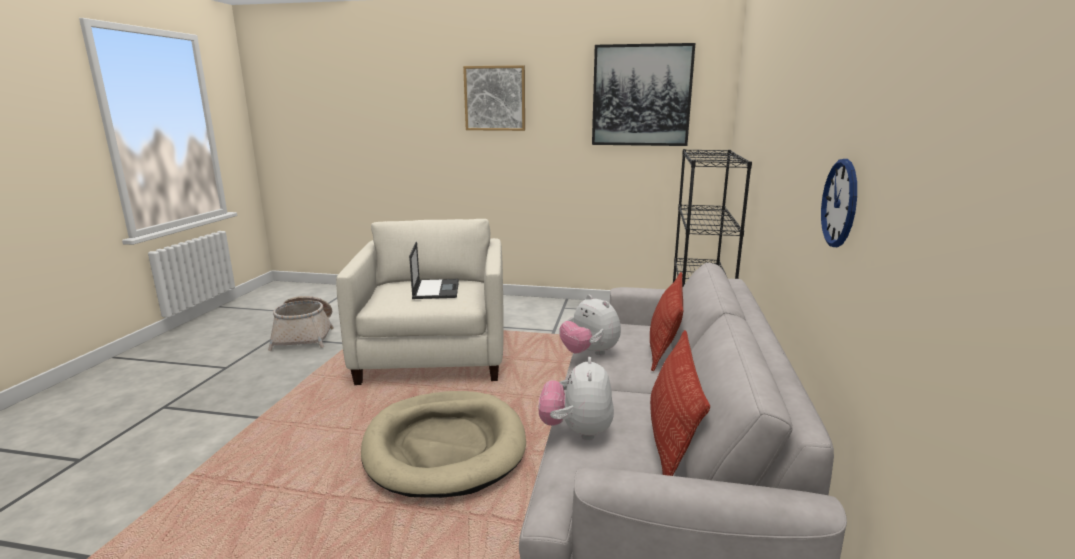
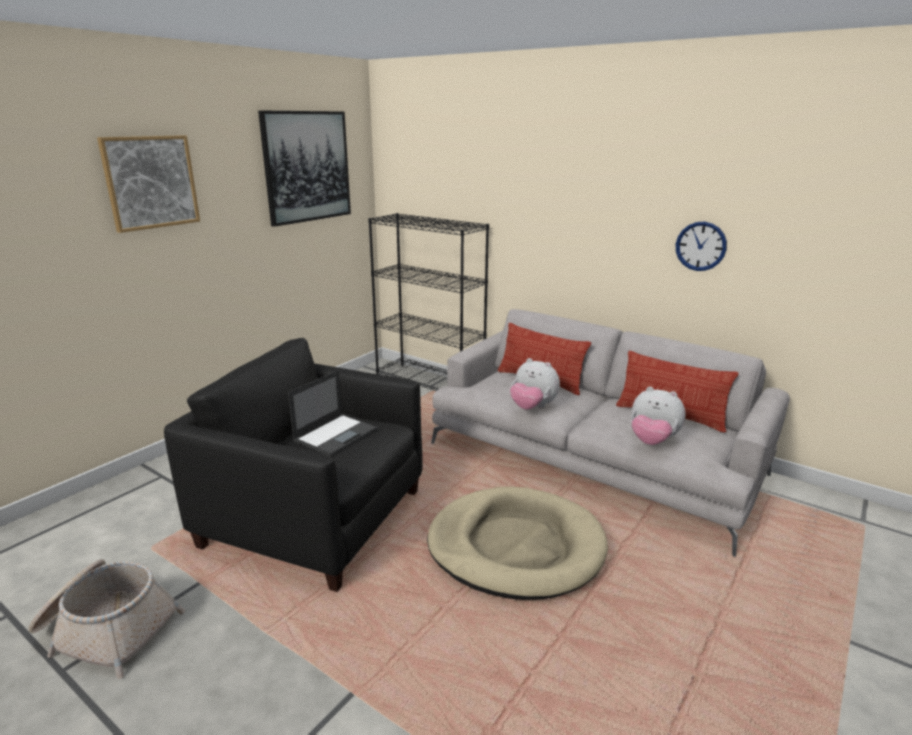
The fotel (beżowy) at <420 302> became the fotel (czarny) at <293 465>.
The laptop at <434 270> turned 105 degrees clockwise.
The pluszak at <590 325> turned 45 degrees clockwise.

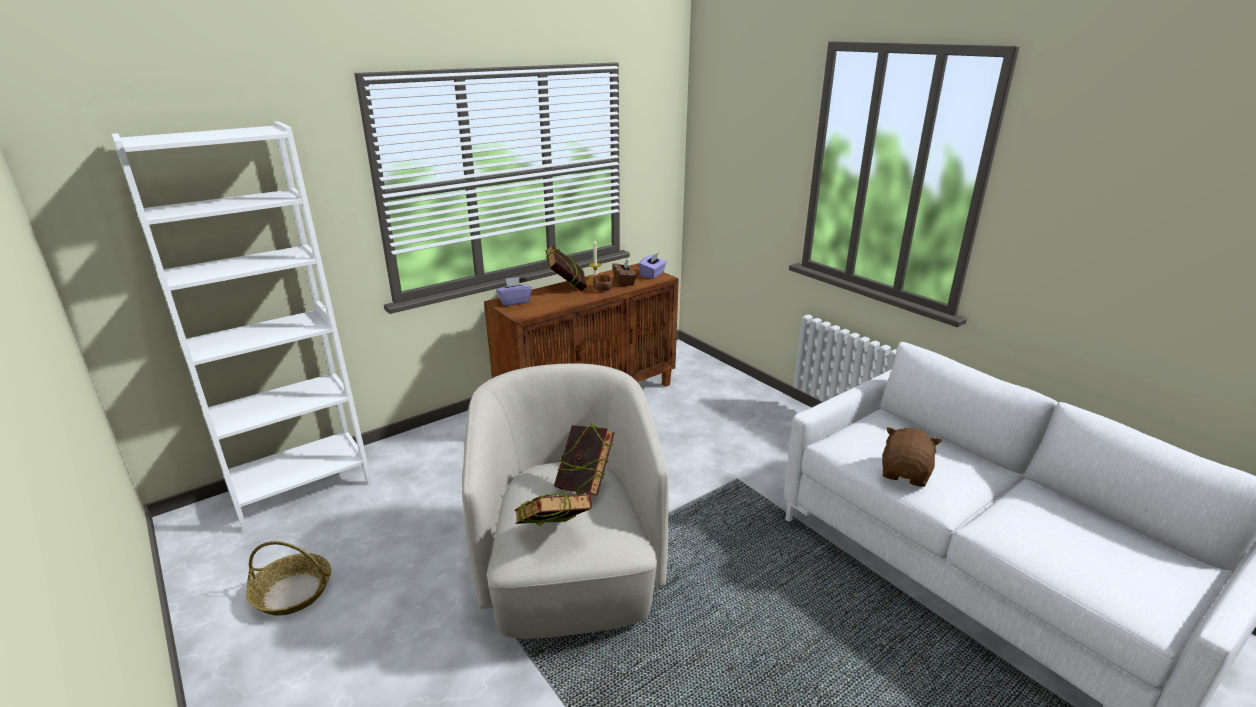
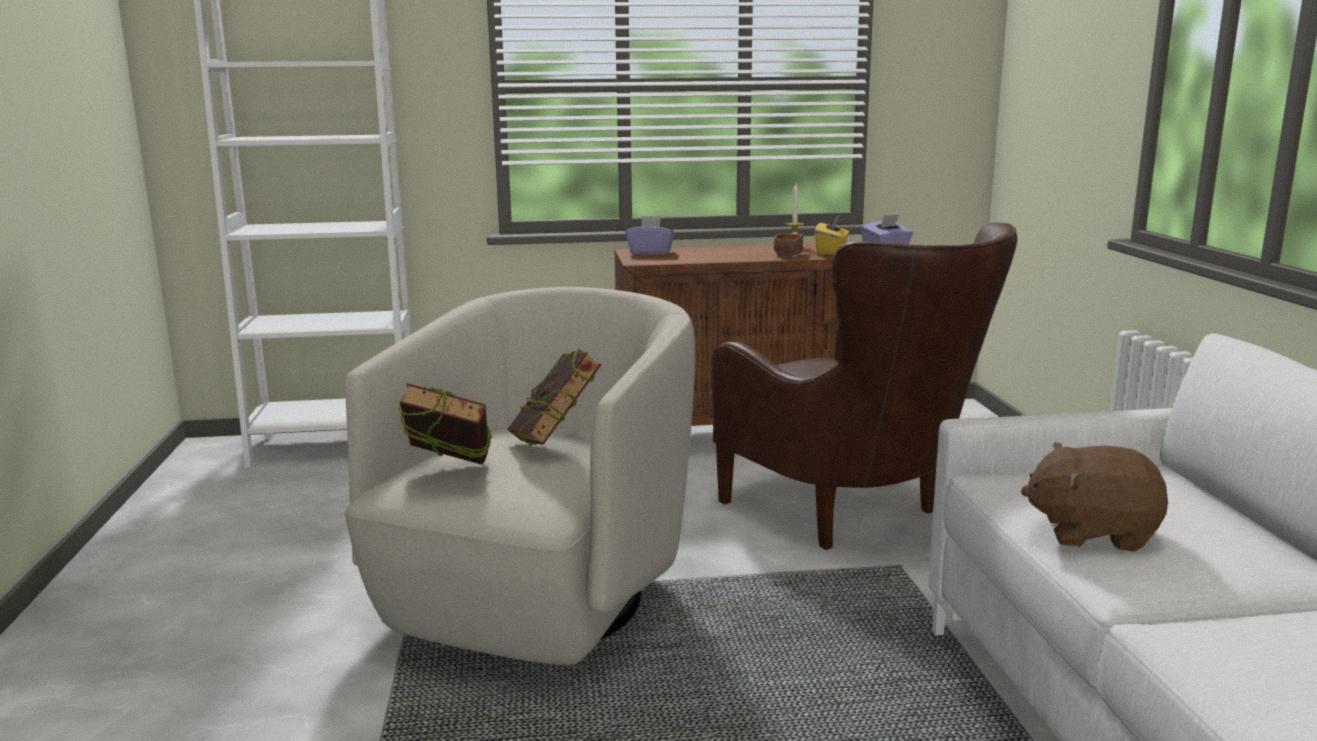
The koszyk at <288 578> disappeared.
The książka at <566 268> disappeared.
The pudełko chusteczek (brązowy) at <624 272> became the pudełko chusteczek (żółty) at <832 235>.
The pluszak (brązowy) at <912 457> turned 135 degrees counterclockwise.
The fotel (brązowy) at <864 386> appeared.

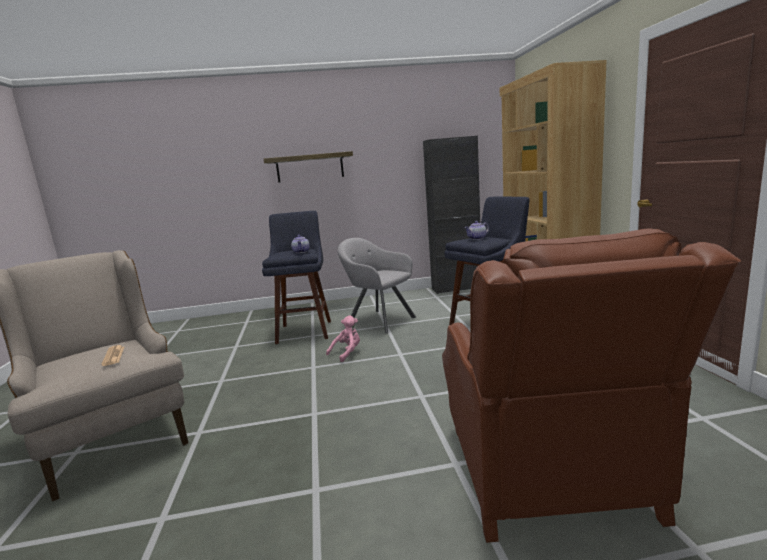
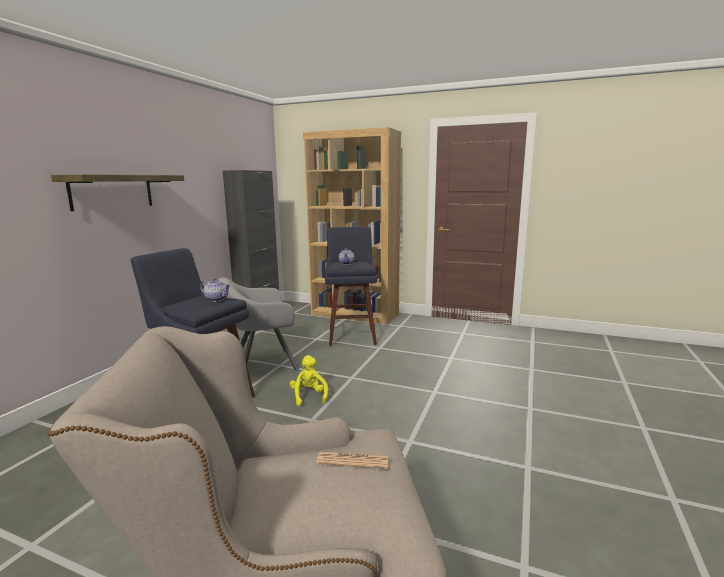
The pluszak (różowy) at <343 338> became the pluszak (żółty) at <309 380>.
The fotel (brązowy) at <591 385> disappeared.

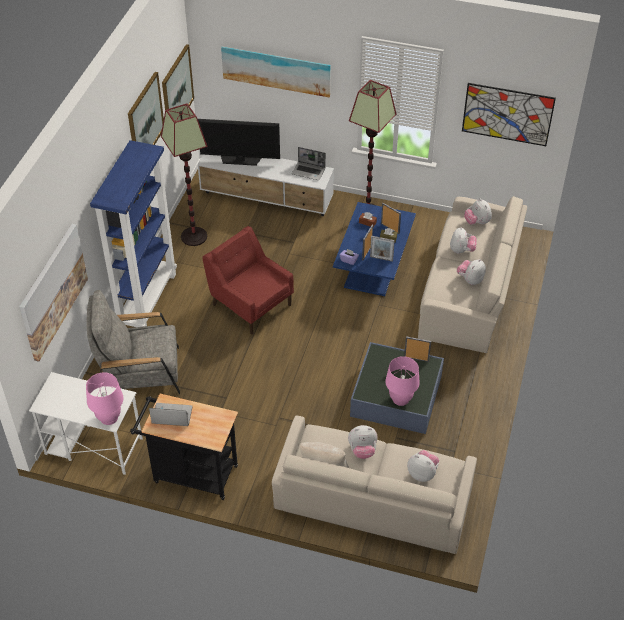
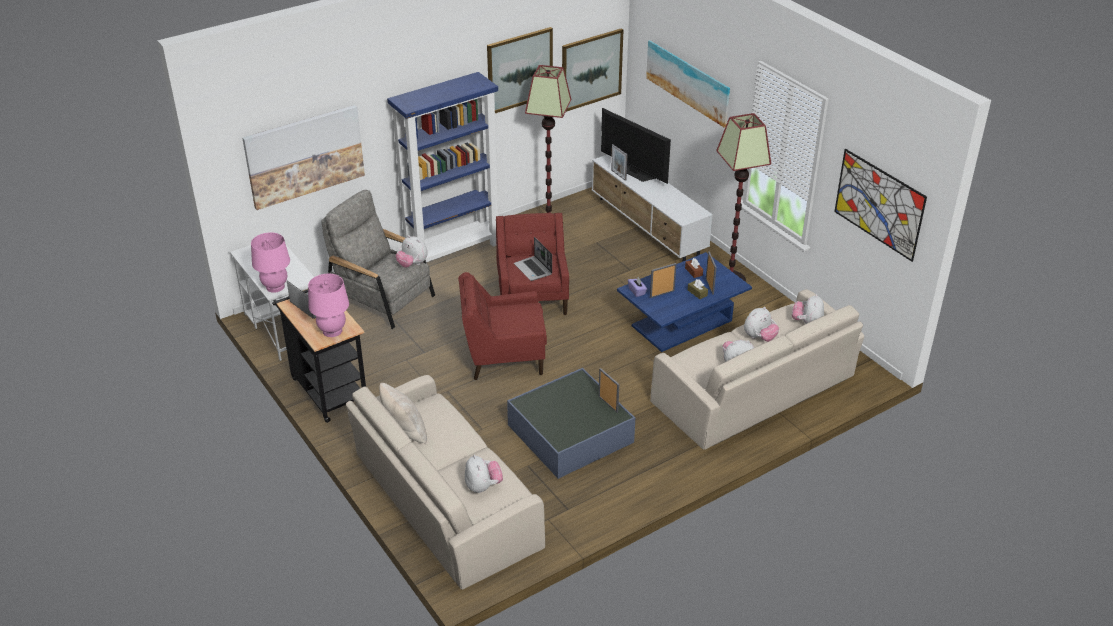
The laptop moved from <309 163> to <533 259>.
The pluszak moved from <362 442> to <412 251>.
The ramka na zdjęcie moved from <382 249> to <619 162>.
The lampa stołowa (różowy) moved from <402 381> to <328 305>.
The fotel (czerwony) at <502 326> appeared.

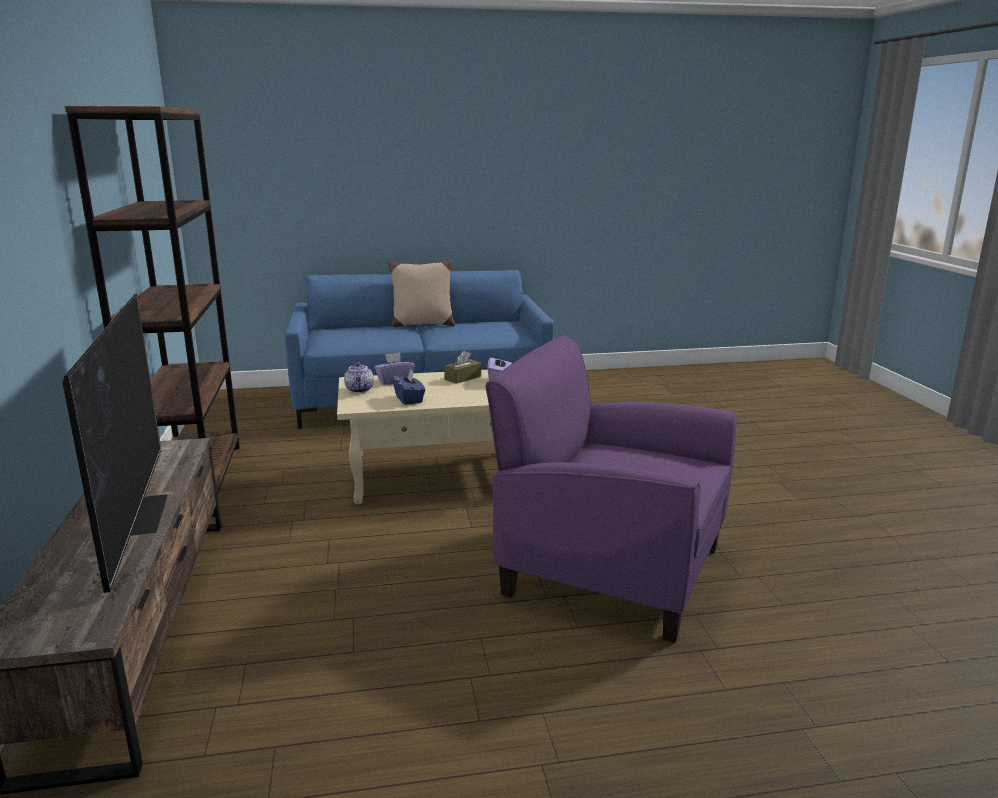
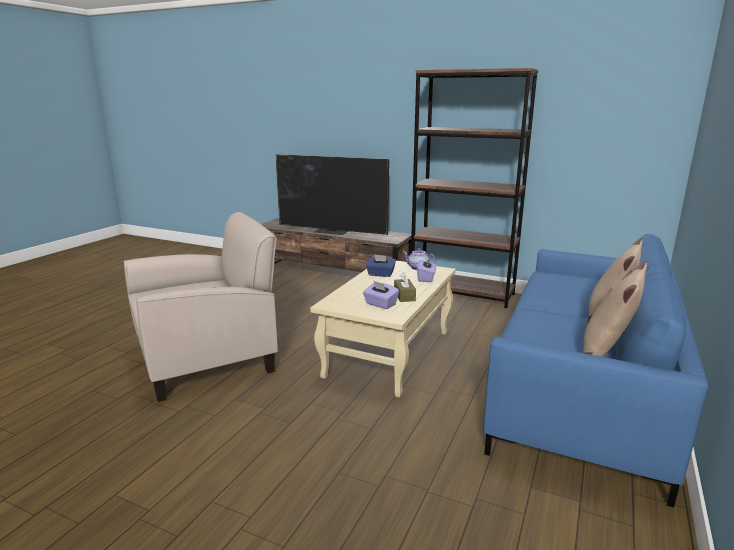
The fotel (fioletowy) at <612 489> became the fotel (beżowy) at <200 307>.
The poduszka (beżowy) at <615 309> appeared.

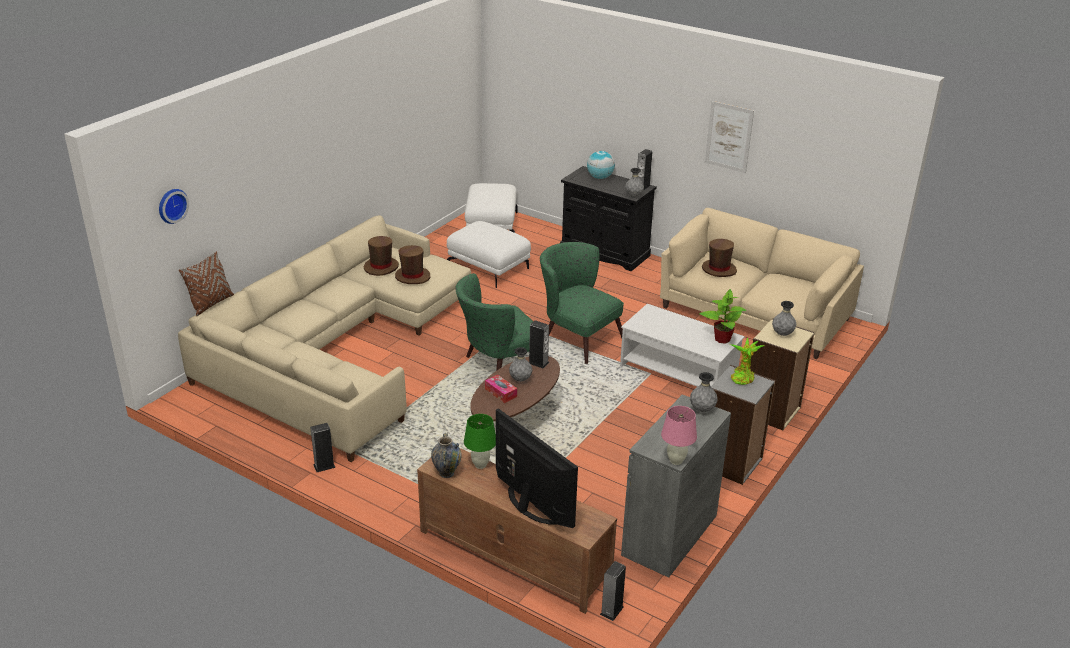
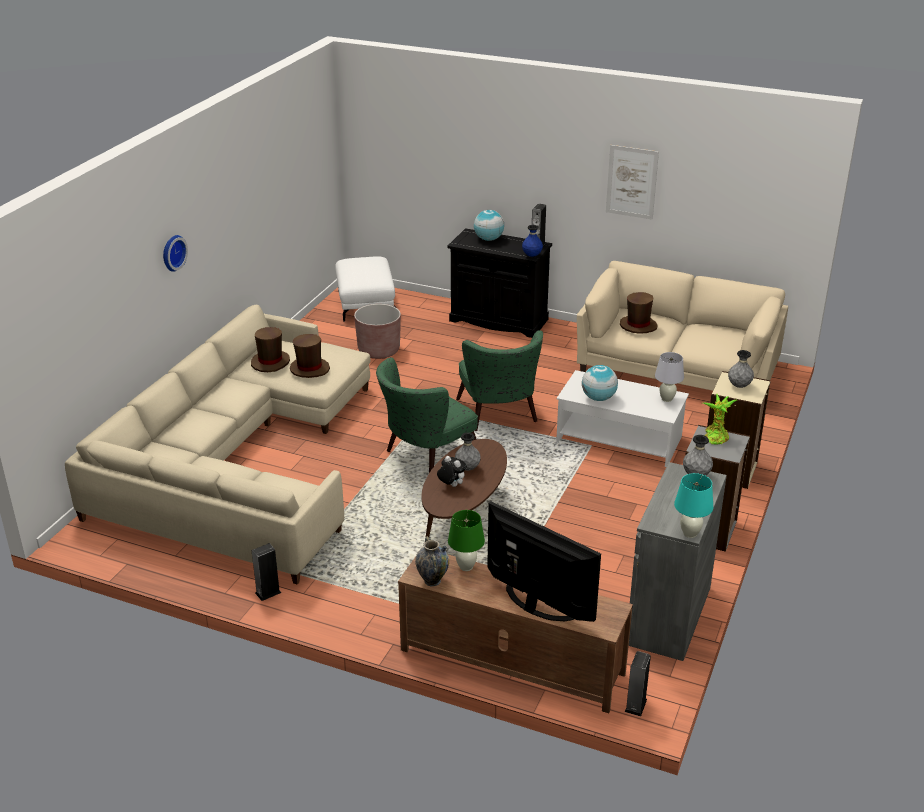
The zegar ścienny moved from <174 206> to <175 253>.
The poduszka (brązowy) at <206 283> disappeared.
The pufa (biały) at <489 254> was replaced by the donica (brązowy) at <377 331>.
The pudełko chusteczek at <501 388> was replaced by the pluszak at <452 471>.
The głośnik at <539 344> disappeared.
The fotel (zielony) at <582 303> turned 135 degrees counterclockwise.
The wazon (szary) at <634 182> became the wazon (niebieski) at <532 241>.
The lampa stołowa (różowy) at <679 435> became the lampa stołowa (turkusowy) at <693 505>.
The roślina doniczkowa at <722 316> was replaced by the lampa stołowa (biały) at <669 377>.
The globus at <600 383> appeared.

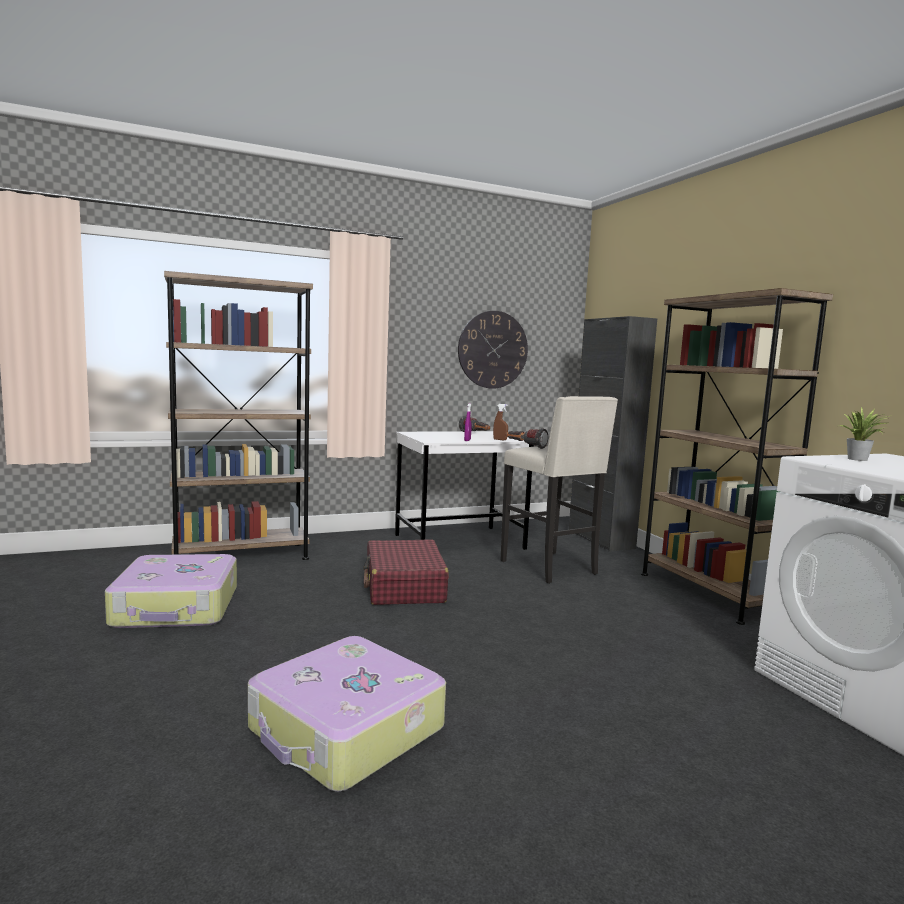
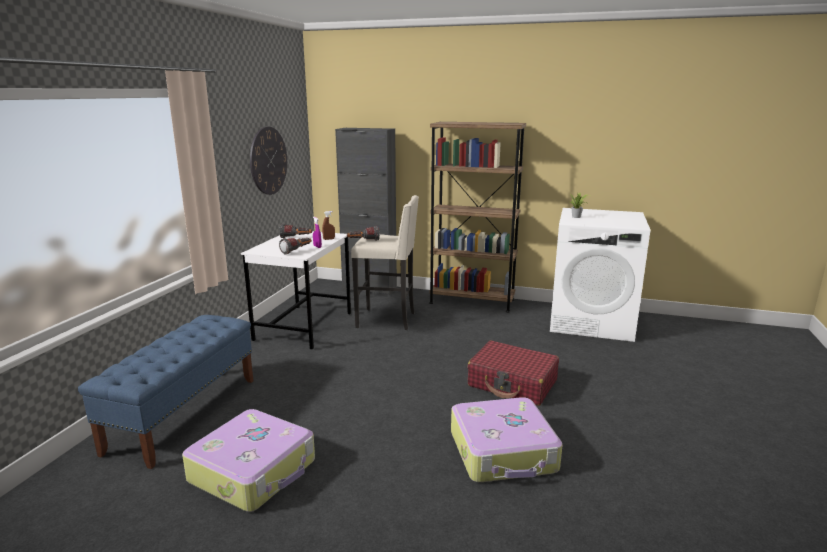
The regał (brązowy) at <238 415> was replaced by the ławka (niebieski) at <165 392>.
The walizka (czerwony) moved from <406 572> to <513 373>.
The latarka at <295 246> appeared.

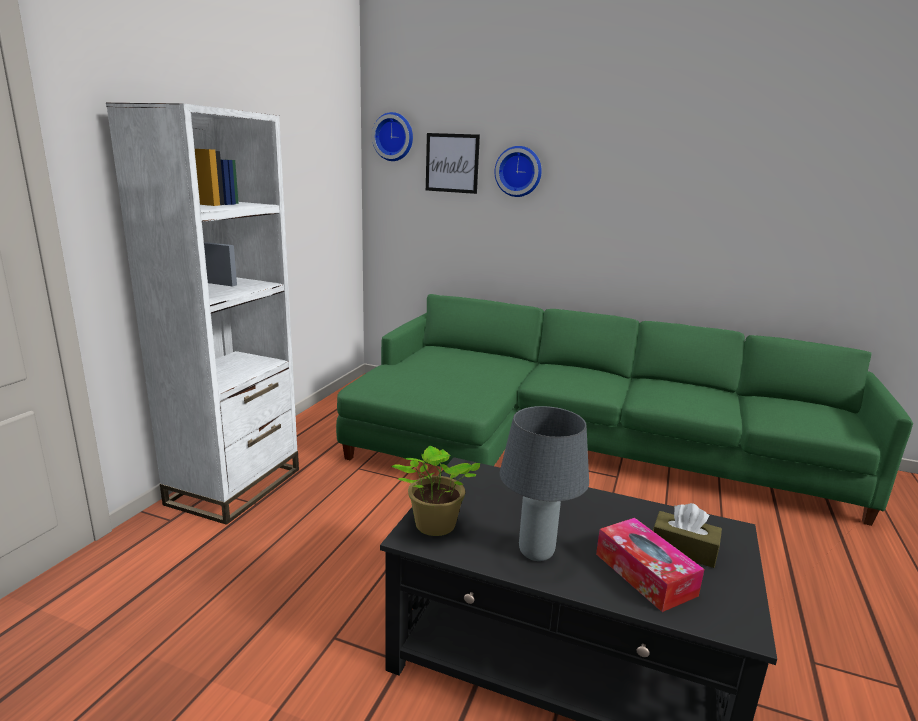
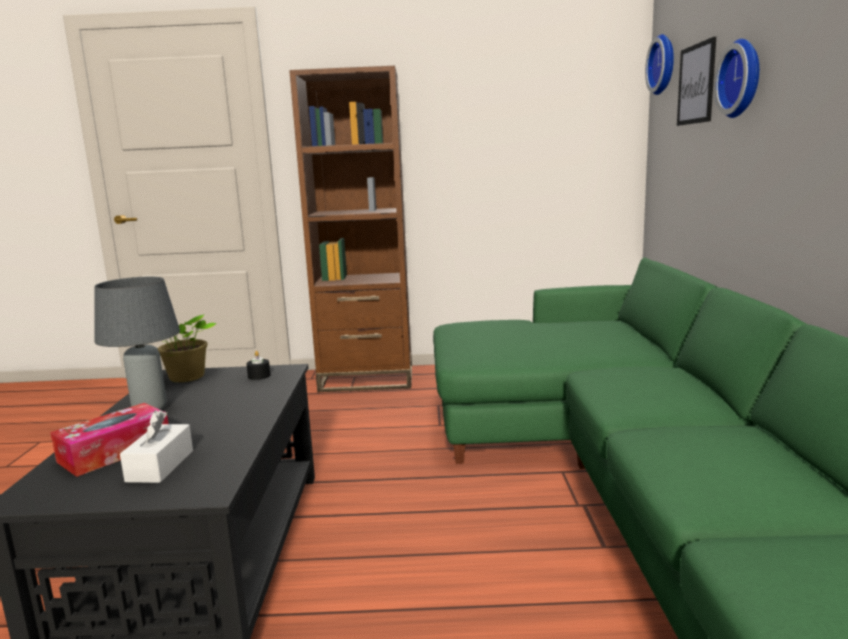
The regał (biały) at <202 314> became the regał (brązowy) at <350 229>.
The pudełko chusteczek (brązowy) at <687 535> became the pudełko chusteczek (biały) at <156 446>.
The świeca (czarny) at <258 365> appeared.

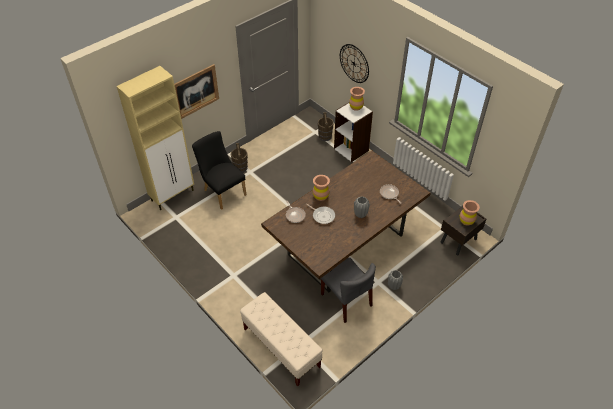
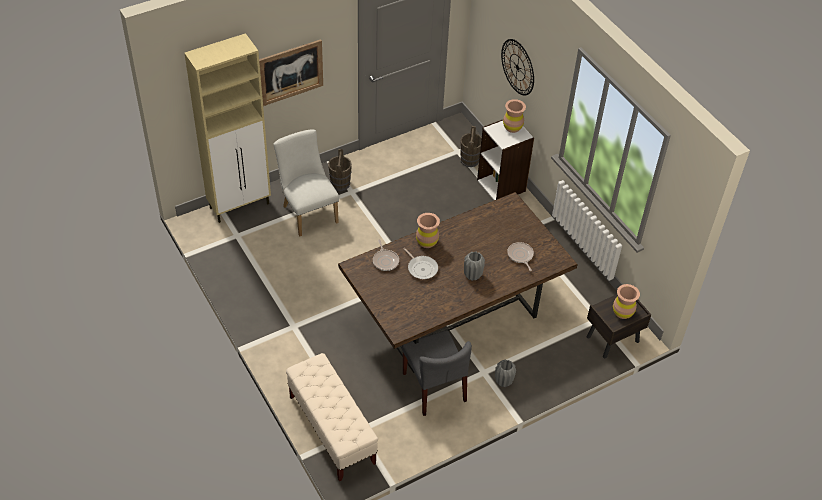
The krzesło (czarny) at <219 170> became the krzesło (biały) at <306 183>.

